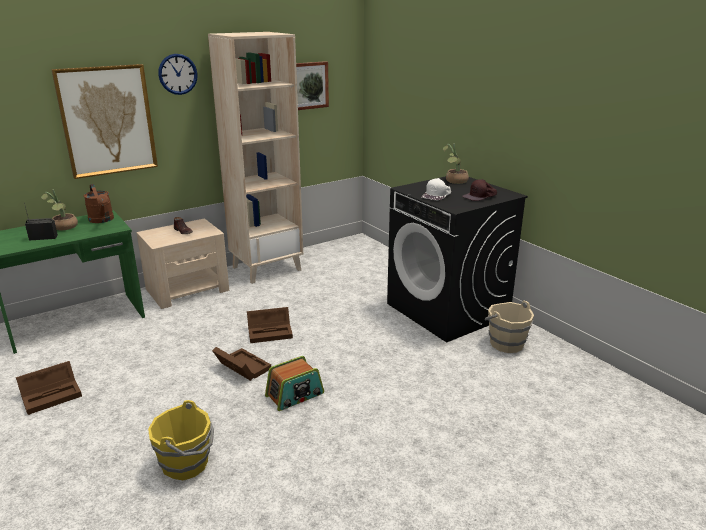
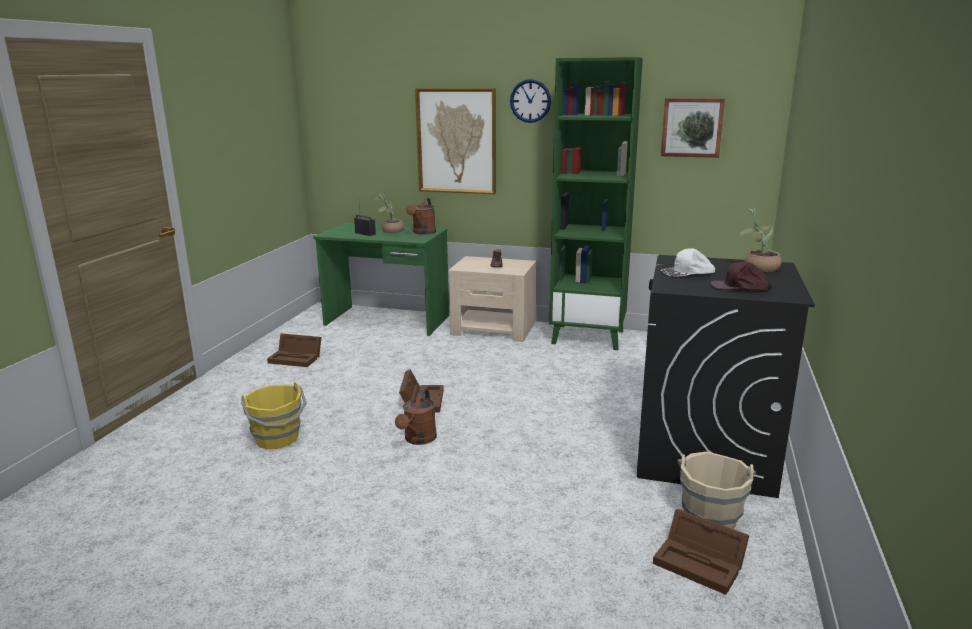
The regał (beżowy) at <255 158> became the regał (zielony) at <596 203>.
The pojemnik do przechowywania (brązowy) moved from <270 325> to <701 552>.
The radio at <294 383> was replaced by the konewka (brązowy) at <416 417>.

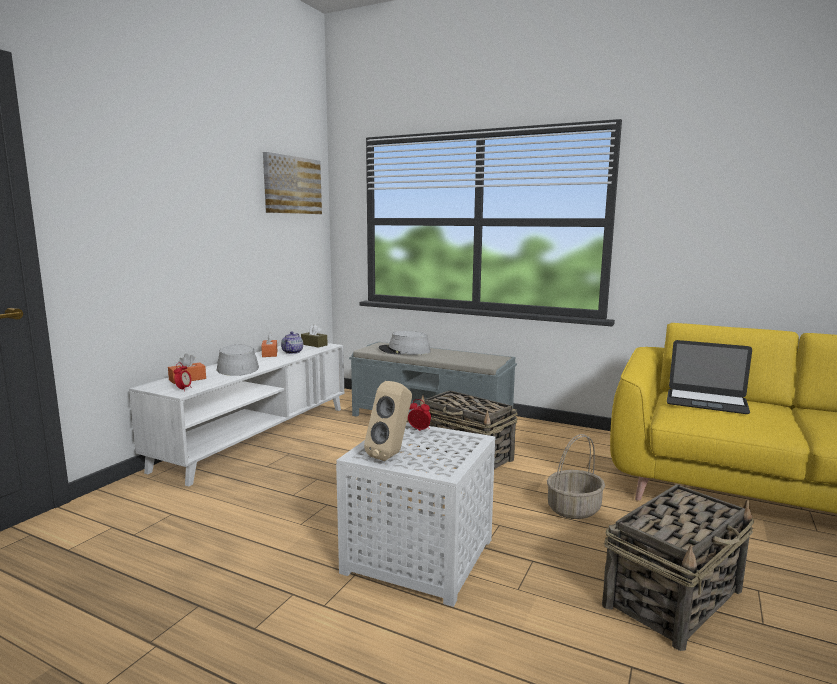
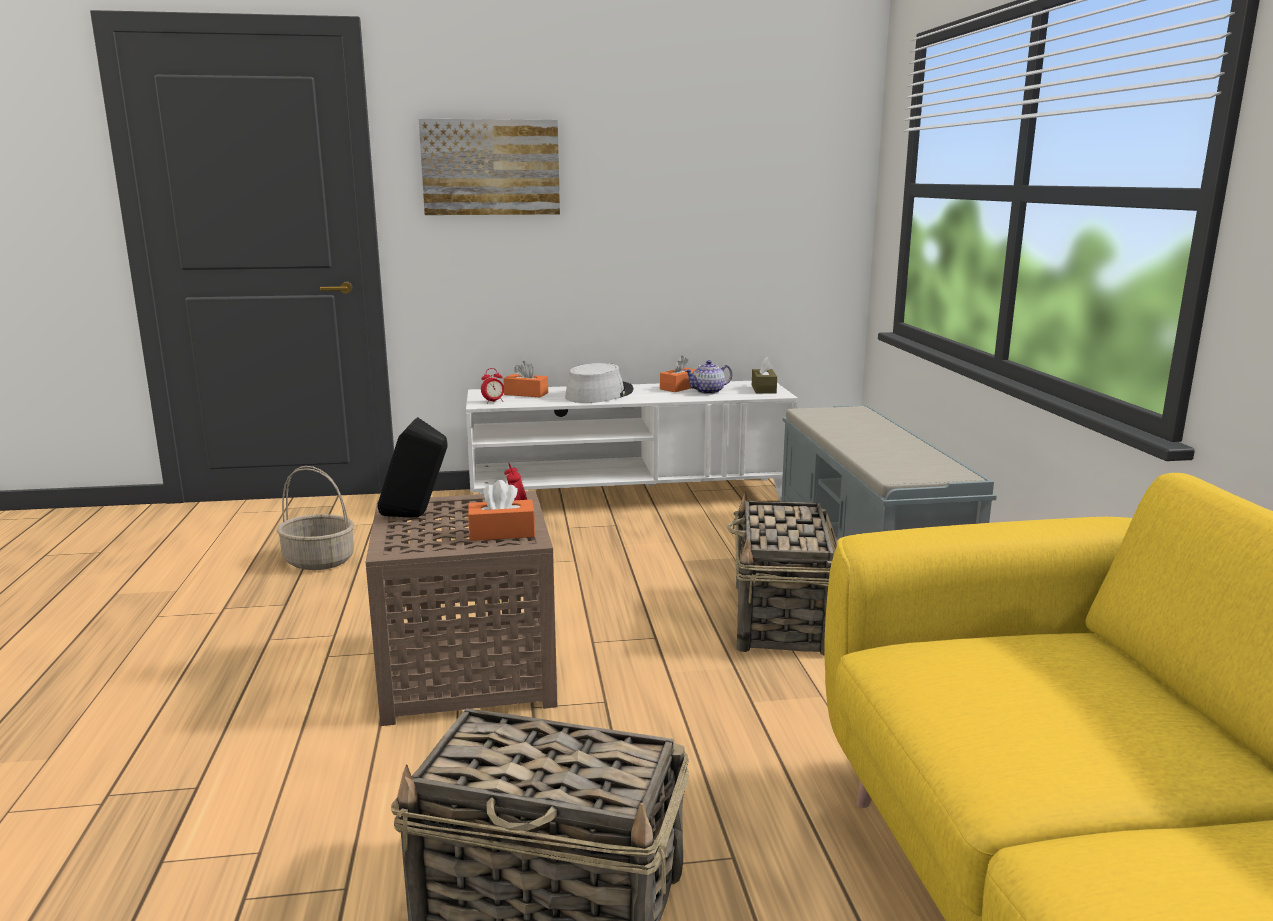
The obraz moved from <292 183> to <489 167>.
The stolik (biały) at <415 514> became the stolik (brązowy) at <462 608>.
The głośnik (beżowy) at <388 421> became the głośnik (czarny) at <412 467>.
The kapelusz (szary) at <404 343> disappeared.
The koszyk moved from <576 476> to <315 518>.
The laptop at <709 377> disappeared.
The pudełko chusteczek (pomarańczowy) at <501 510> appeared.

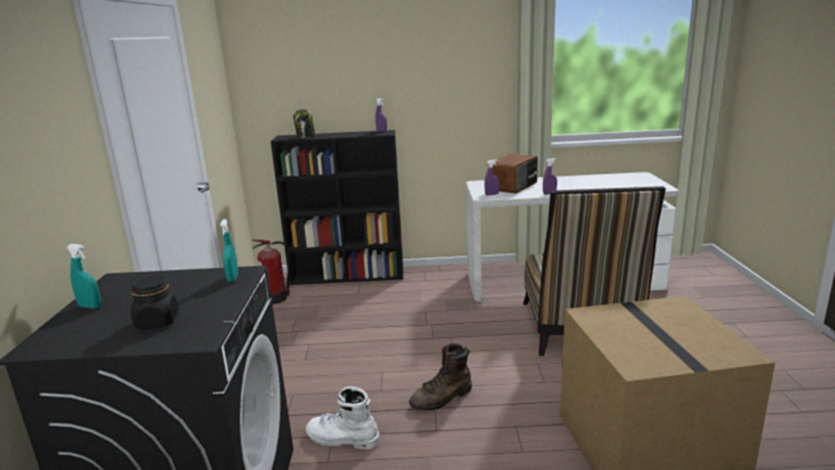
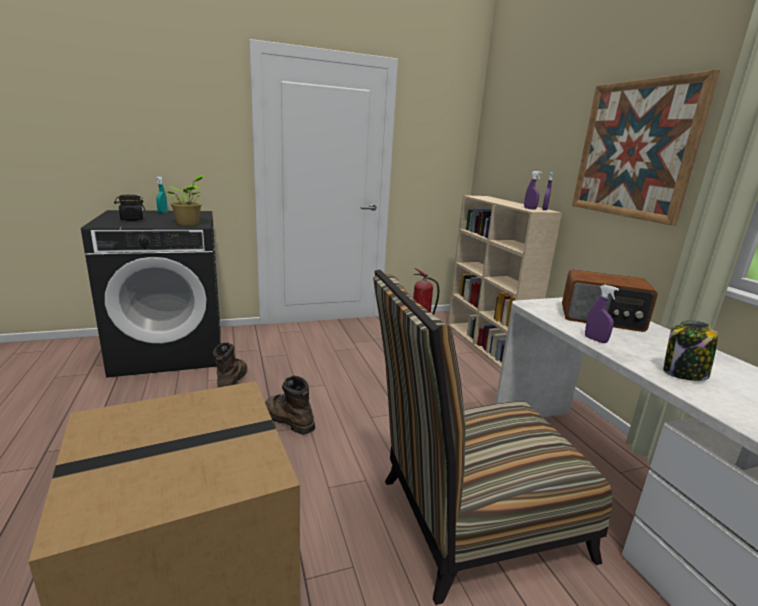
The spryskiwacz (turkusowy) at <229 250> was replaced by the roślina doniczkowa at <183 200>.
The regał (czarny) at <337 207> became the regał (beżowy) at <505 281>.
The słoik moved from <304 123> to <690 351>.
The but z cholewką (biały) at <343 418> became the but z cholewką (brązowy) at <230 365>.
The spryskiwacz (fioletowy) moved from <492 177> to <533 190>.
The obraz at <646 148> appeared.

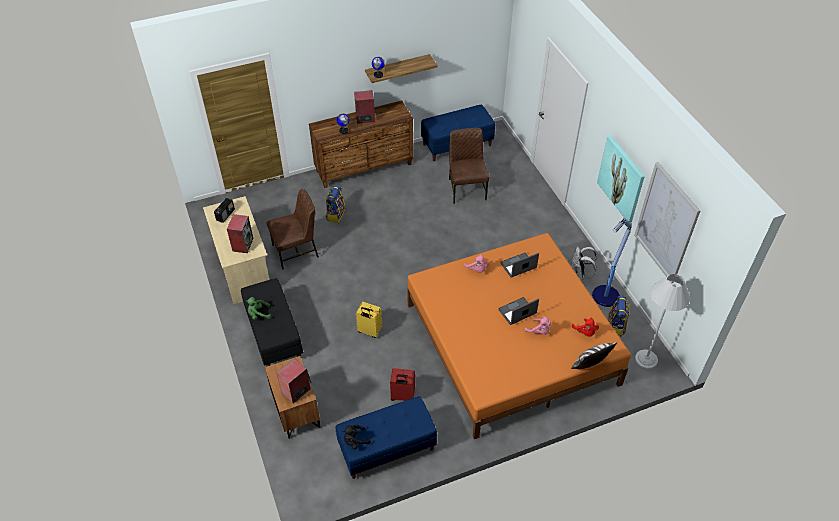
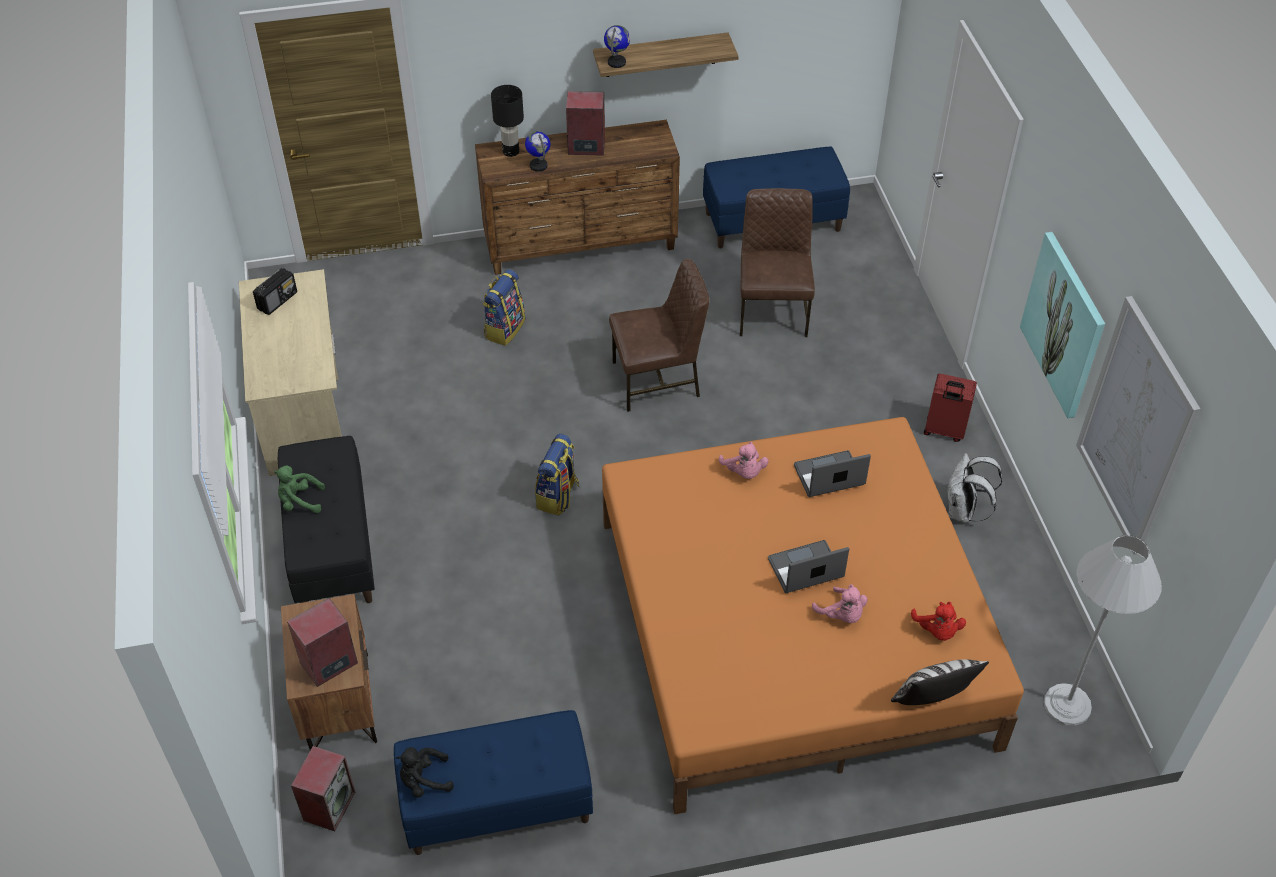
The głośnik moved from <240 233> to <323 788>.
The krzesło (brązowy) moved from <293 229> to <659 335>.
The walizka (żółty) at <369 320> disappeared.
The walizka (czerwony) moved from <402 384> to <950 408>.
The lampa stojąca at <612 262> disappeared.
The plecak moved from <618 316> to <557 475>.
The lampa stołowa (czarny) at <507 121> appeared.

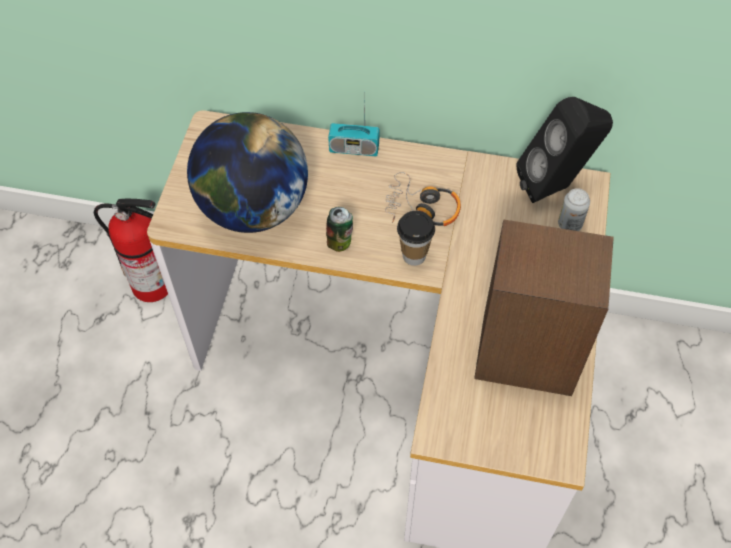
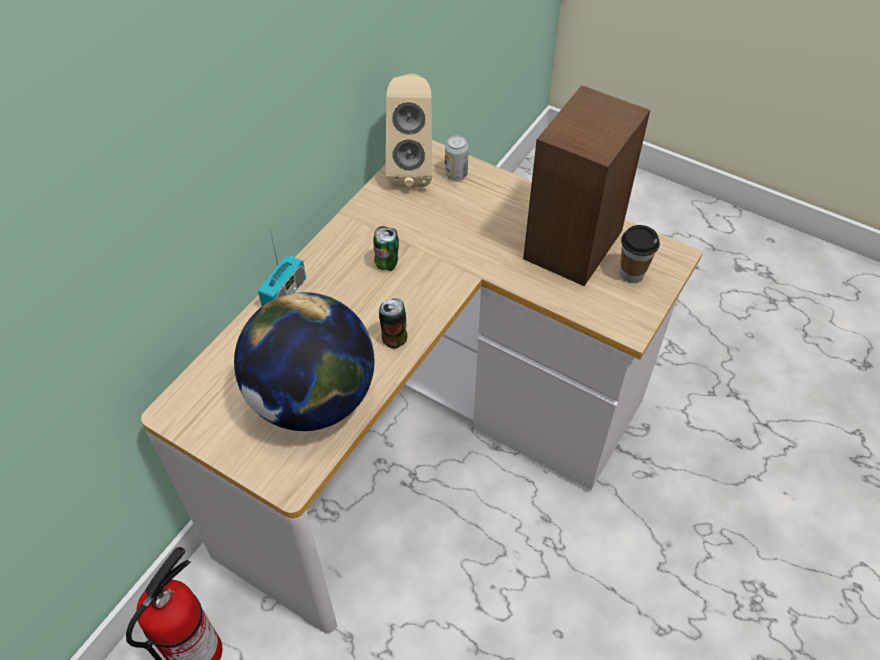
The słuchawki at <423 199> was replaced by the puszka at <386 248>.
The filiżanka moved from <416 238> to <640 254>.
The głośnik (czarny) at <564 150> became the głośnik (beżowy) at <409 130>.

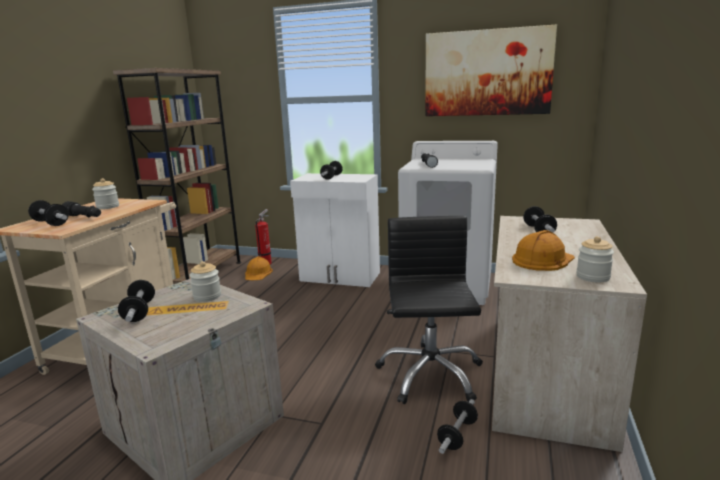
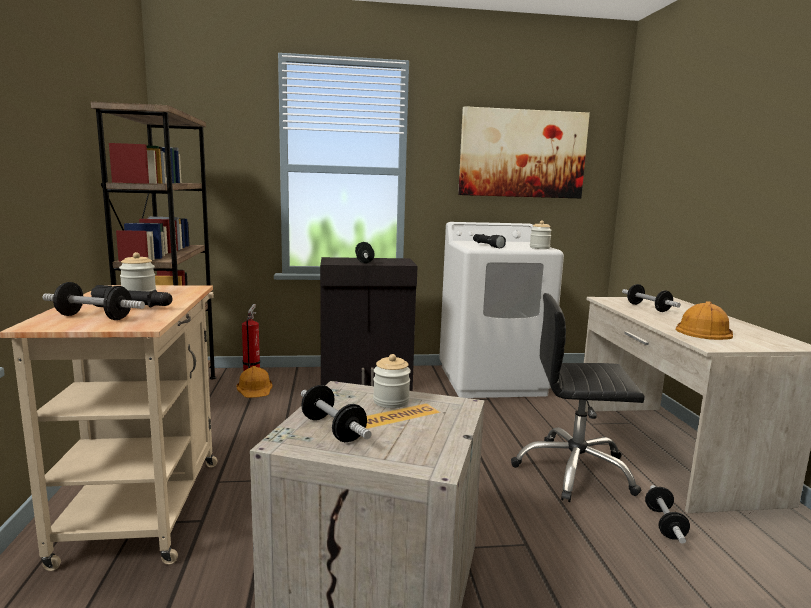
The szafka (biały) at <335 230> became the szafka (czarny) at <368 324>.
The krzesło biurowe (czarny) at <429 310> turned 60 degrees counterclockwise.
The słoik moved from <595 259> to <541 235>.

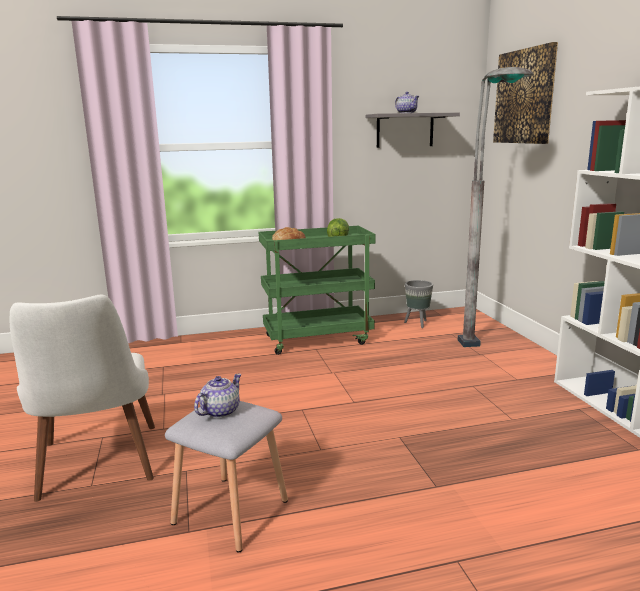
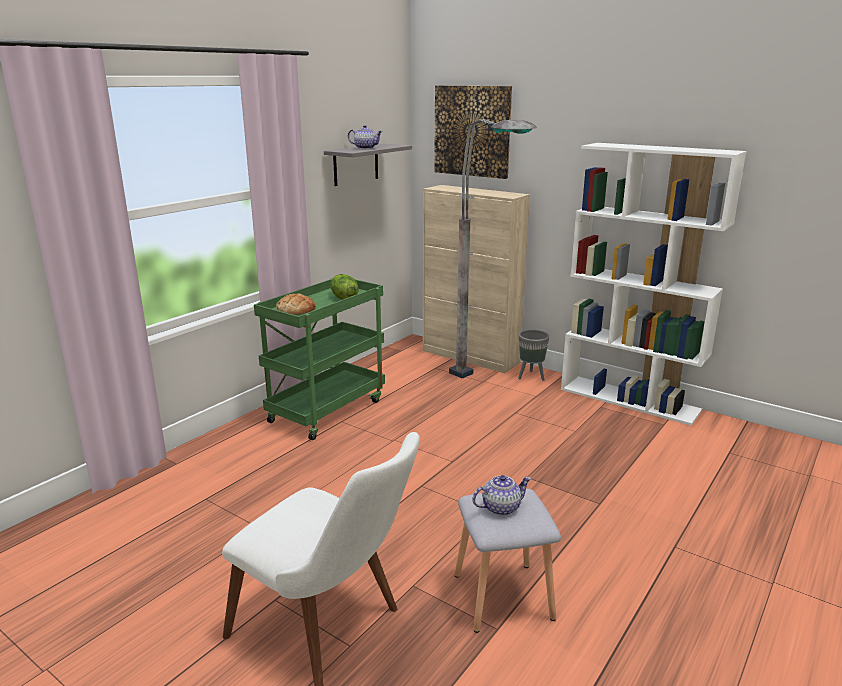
The imbryk at <218 396> turned 75 degrees clockwise.
The donica (szary) moved from <418 304> to <533 355>.
The szafka (beżowy) at <476 279> appeared.

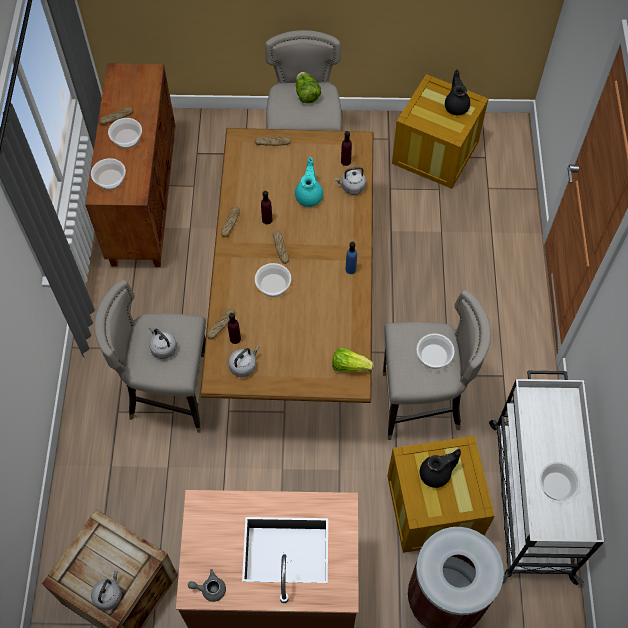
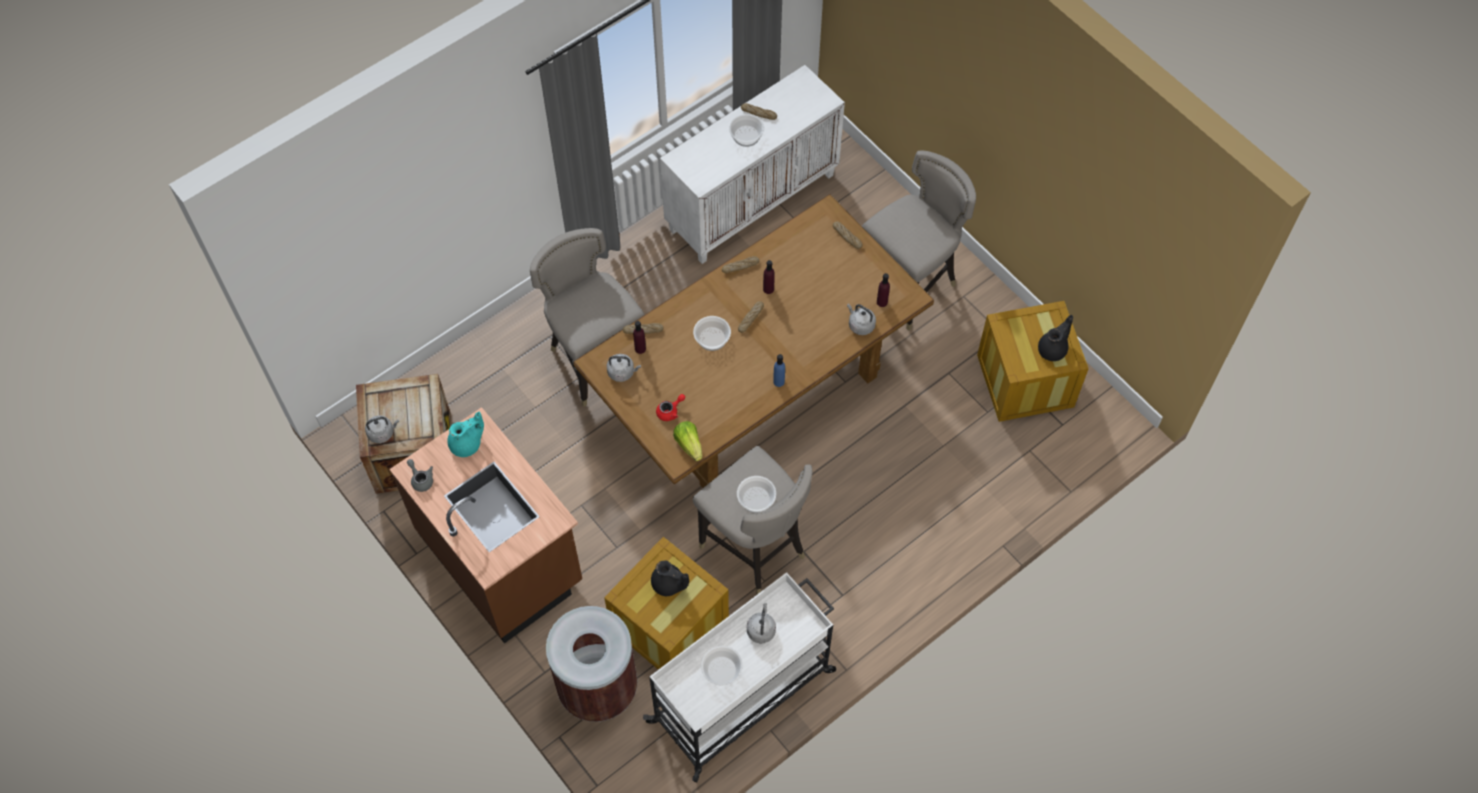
The szafka (brązowy) at <130 165> became the szafka (biały) at <752 164>.
The miska at <108 174> disappeared.
The czajnik (szary) moved from <163 342> to <761 623>.
The imbryk (turkusowy) moved from <309 182> to <465 434>.
The sałata at <308 88> disappeared.
The imbryk (czerwony) at <670 407> appeared.

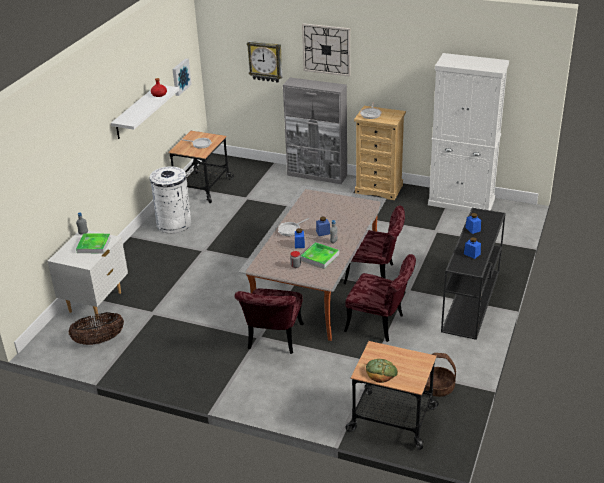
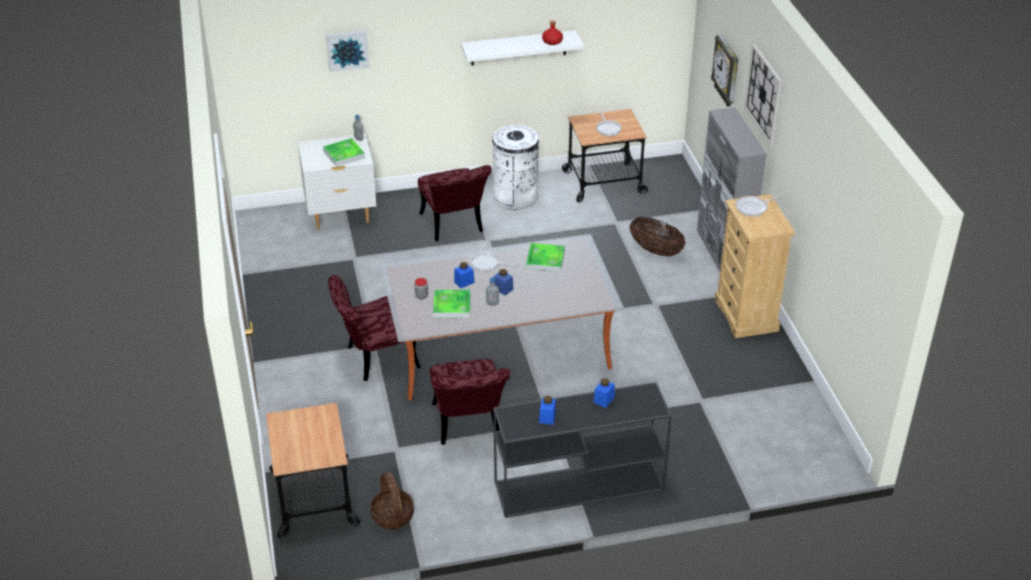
The koszyk moved from <96 328> to <658 237>.
The obraz moved from <182 77> to <348 51>.
The krzesło (czerwony) moved from <374 245> to <455 203>.
The chleb at <382 371> disappeared.
The szafka (biały) at <468 132> disappeared.
The taca at <545 257> appeared.

